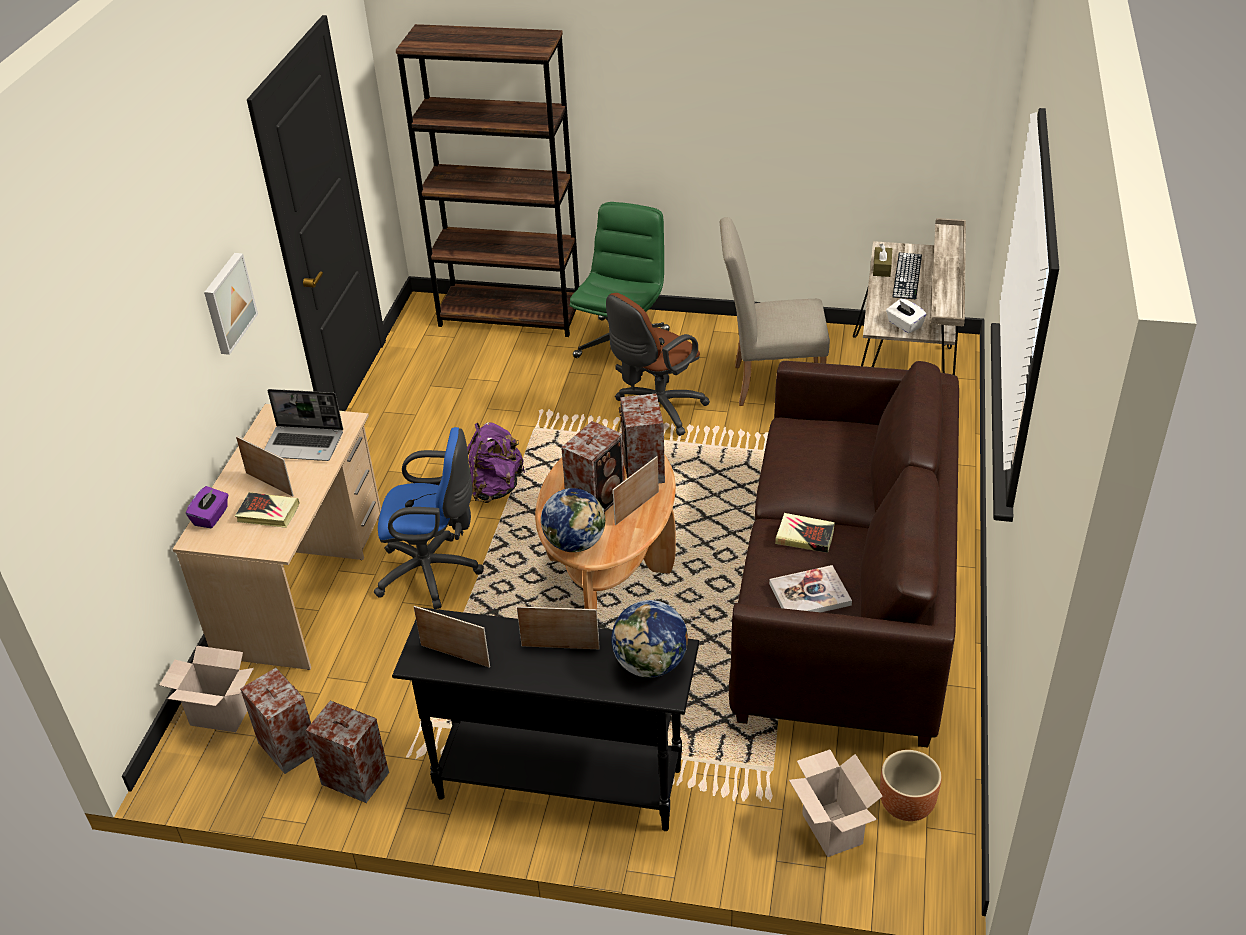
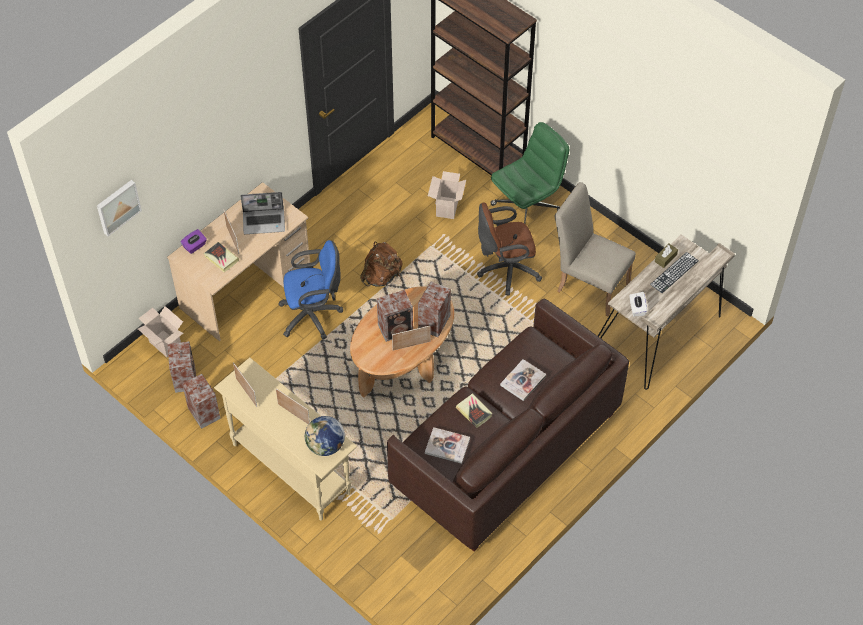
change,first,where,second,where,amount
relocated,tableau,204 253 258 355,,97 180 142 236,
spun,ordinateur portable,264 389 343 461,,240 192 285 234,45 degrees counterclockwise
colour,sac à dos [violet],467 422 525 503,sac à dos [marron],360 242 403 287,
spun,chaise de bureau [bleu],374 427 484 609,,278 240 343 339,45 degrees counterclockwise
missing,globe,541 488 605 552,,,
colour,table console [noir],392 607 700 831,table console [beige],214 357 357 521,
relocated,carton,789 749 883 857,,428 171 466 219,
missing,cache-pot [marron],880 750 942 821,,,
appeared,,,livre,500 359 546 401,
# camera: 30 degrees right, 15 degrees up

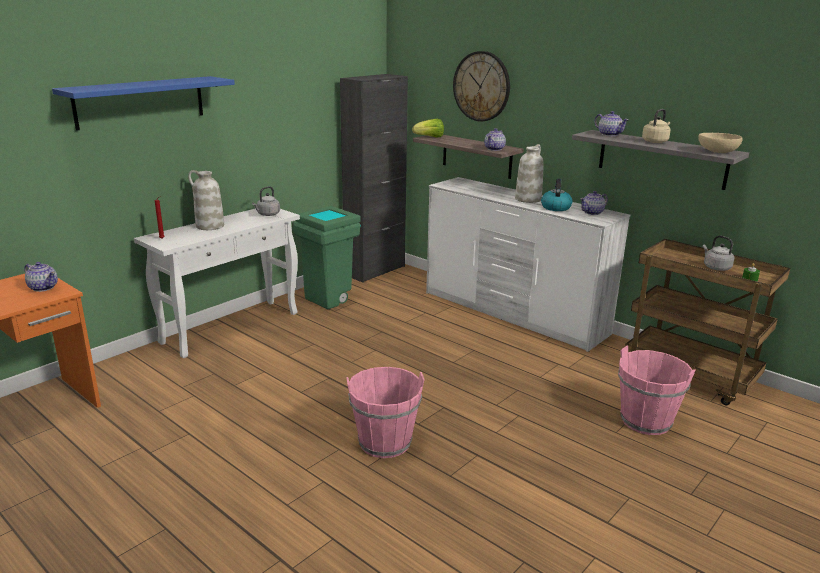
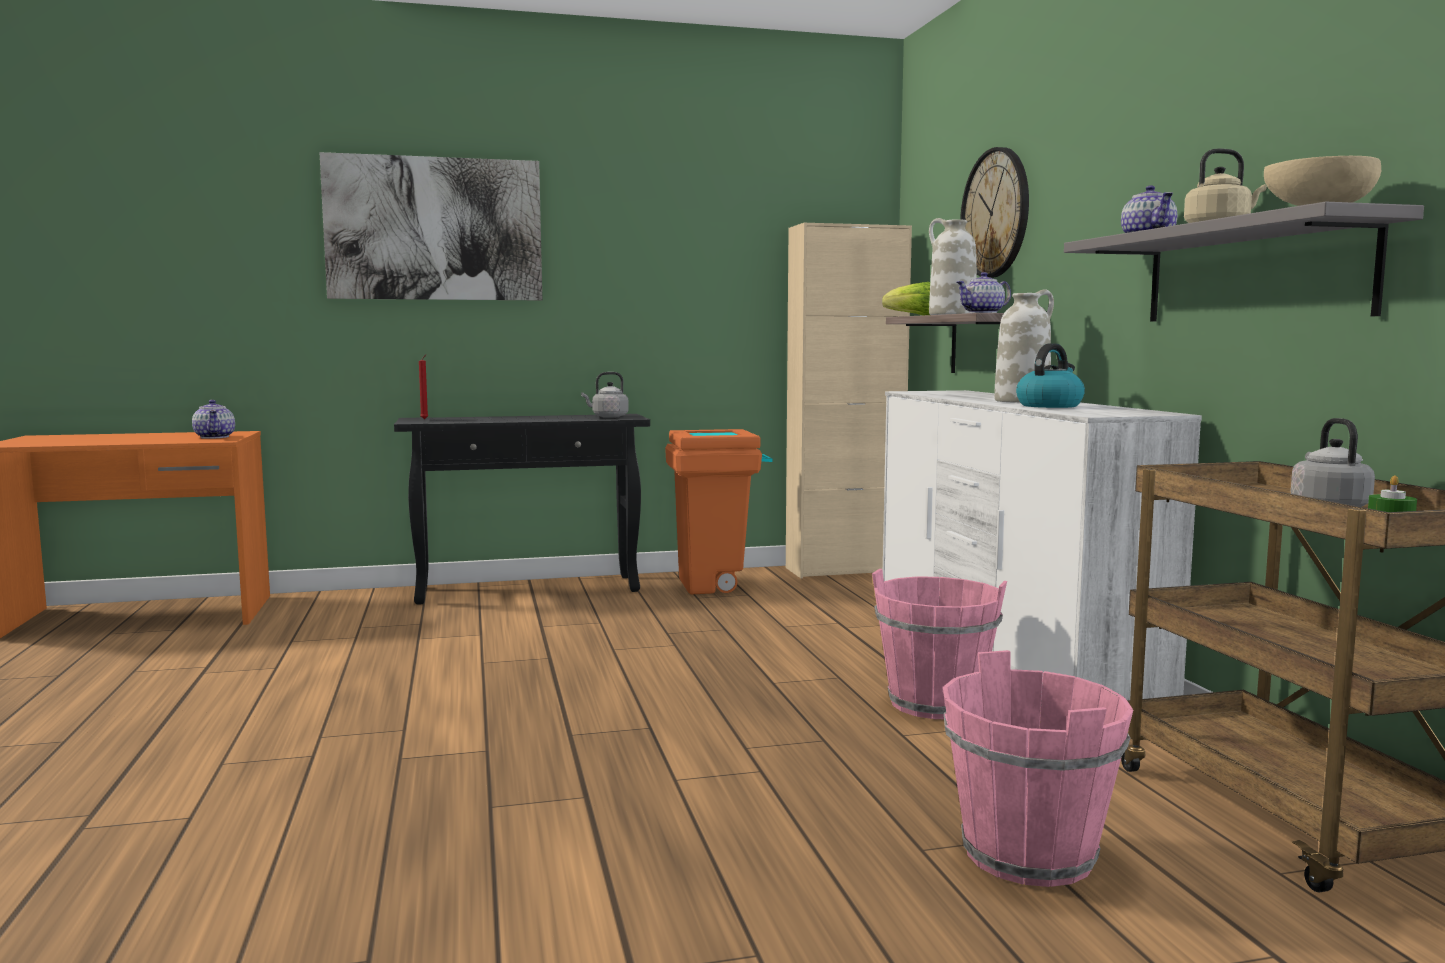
change,first,where,second,where,amount
colour,meuble de rangement [noir],340 74 408 283,meuble de rangement [beige],786 222 912 578,
exchanged,étagère [bleu],52 76 235 131,tableau,319 152 542 300,
relocated,vase [blanc],188 170 224 230,,929 218 977 315,
missing,théière,580 191 608 215,,,
colour,poubelle [vert],293 206 361 309,poubelle [orange],665 429 773 594,
colour,table console [blanc],134 209 300 358,table console [noir],394 414 650 605,
relocated,seau [rose],346 367 425 458,,872 569 1007 719,
# camera: 35 degrees right, 15 degrees down

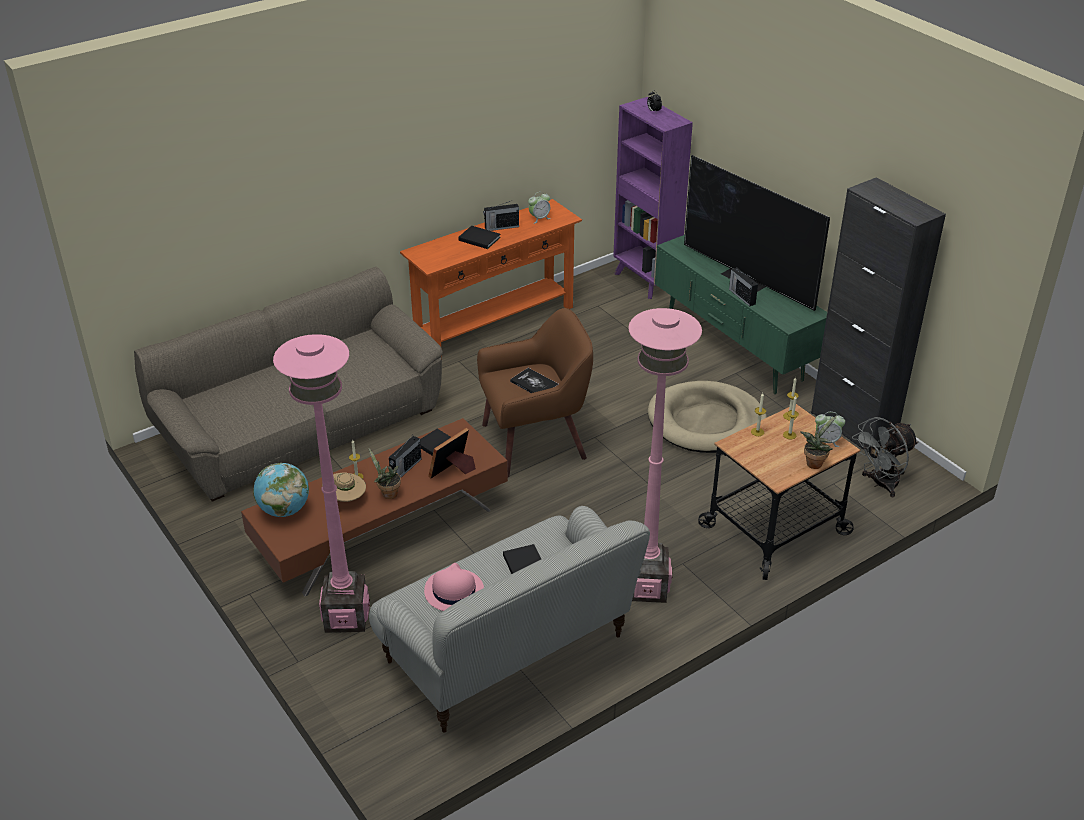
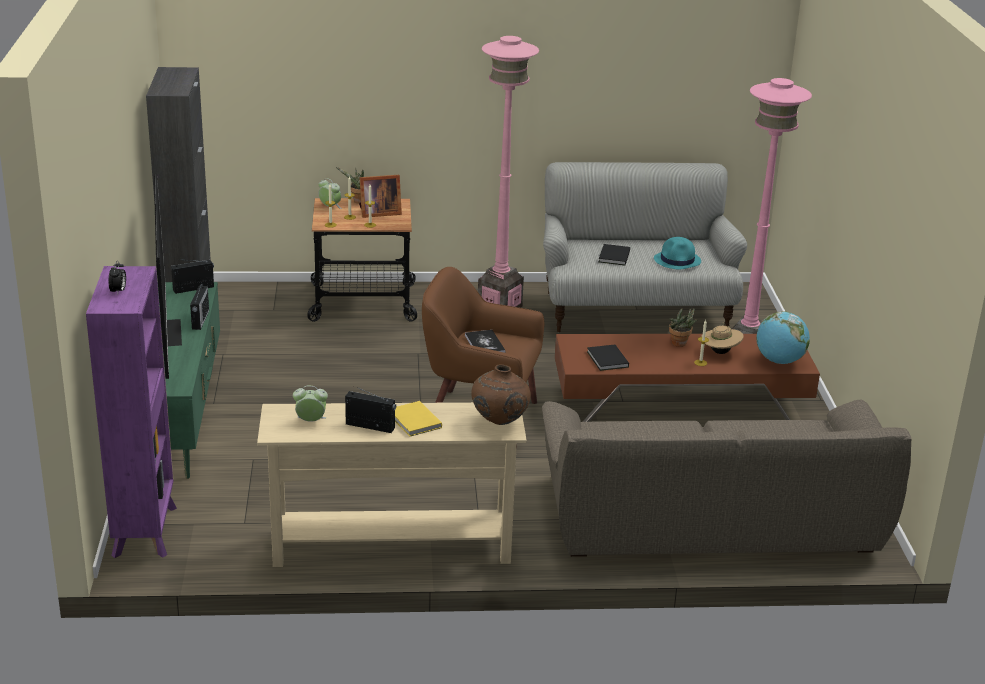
change,first,where,second,where,amount
colour,table console [orange],400 199 582 346,table console [beige],257 402 527 567,
colour,livre [noir],458 226 501 249,livre [jaune],395 401 442 437,
missing,panier pour chien [beige],648 381 767 453,,,
missing,ventilateur [gris],852 417 918 498,,,
relocated,cadre photo,428 428 476 479,,359 175 402 218,
relocated,radio,389 436 422 477,,171 259 214 294,
colour,chapeau [rose],424 563 484 611,chapeau [turquoise],654 237 701 269,
appeared,,,vase [marron],471 364 531 425,
# camera: 150 degrees left, 10 degrees down

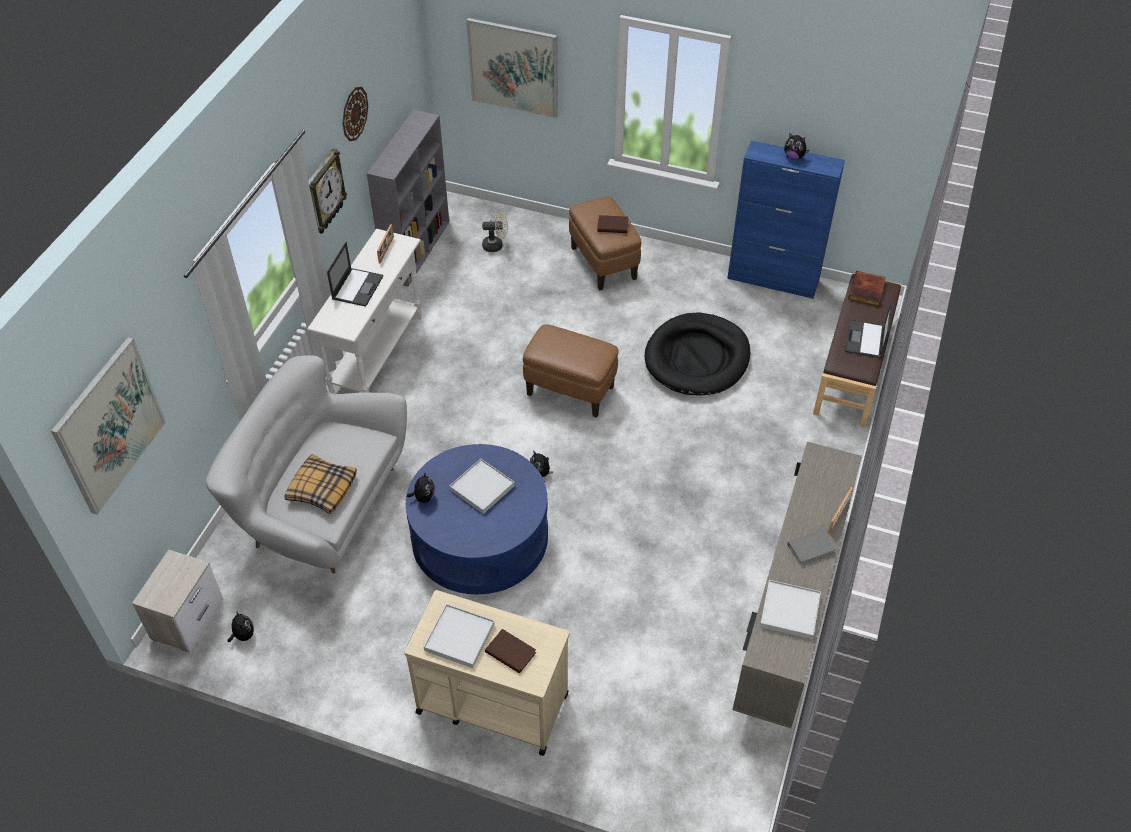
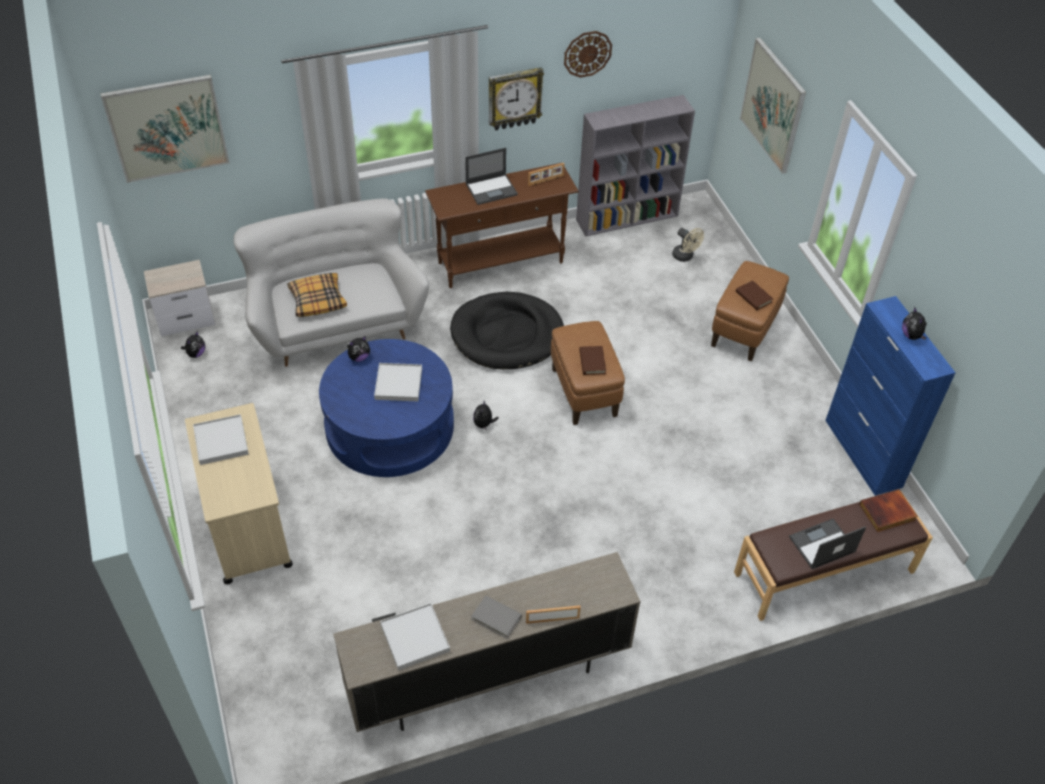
change,first,where,second,where,amount
colour,table console [blanc],307 229 421 394,table console [marron],425 163 579 288,
relocated,panier pour chien [noir],645 312 750 395,,450 292 564 369,
relocated,livre [marron],485 629 536 674,,579 346 606 375,
# camera: 50 degrees right, 0 degrees up

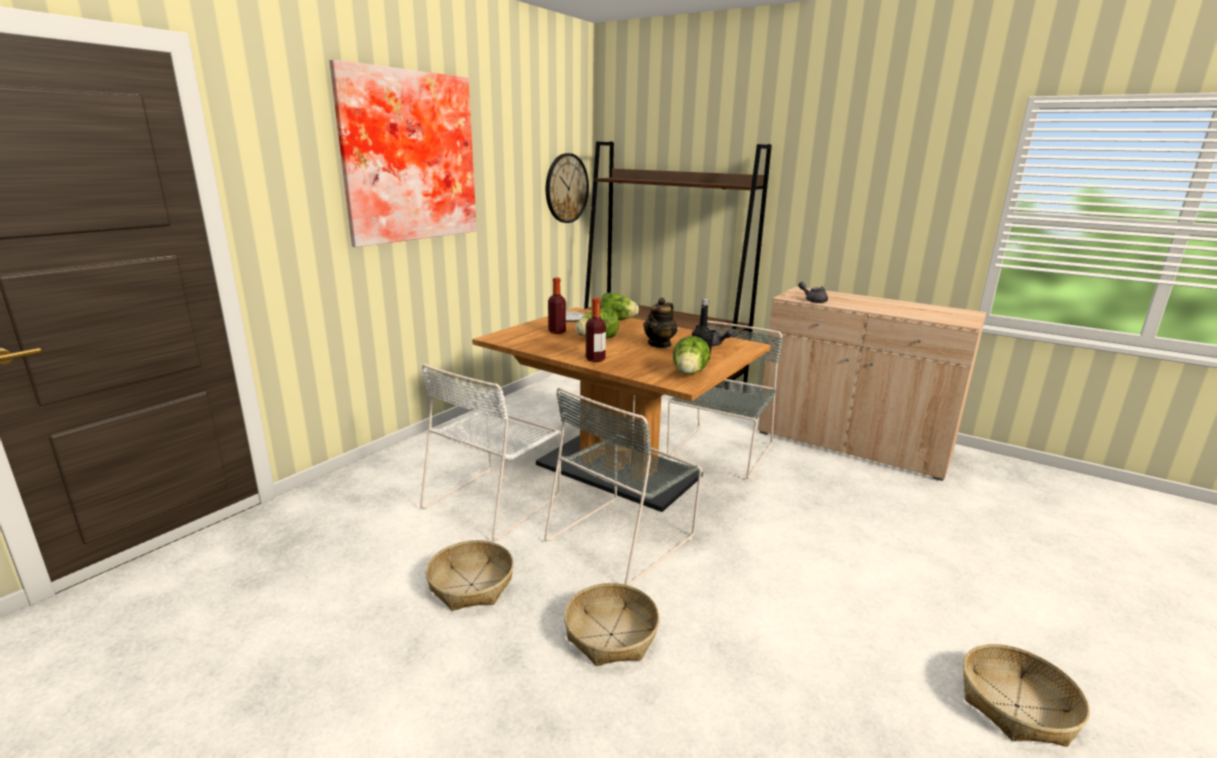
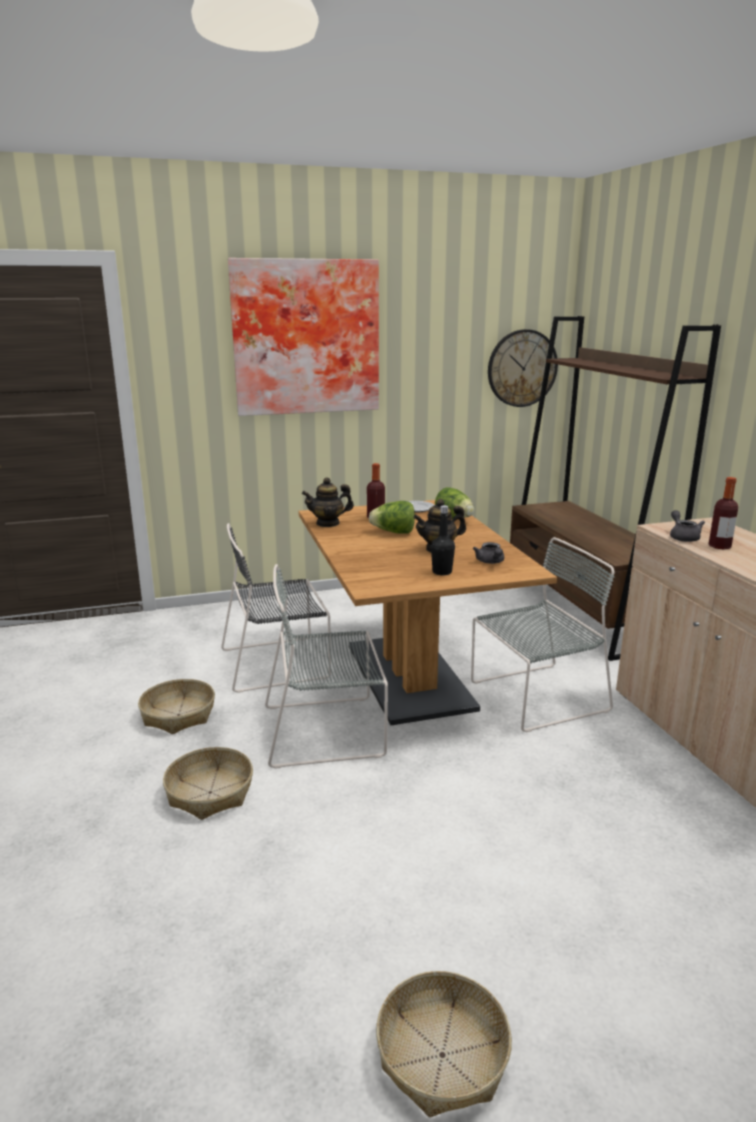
change,first,where,second,where,amount
relocated,bouteille,586 298 606 362,,709 477 738 549,
missing,laitue,673 336 710 375,,,
colour,chaise [blanc],420 364 561 541,chaise [noir],221 523 331 693,
appeared,,,théière,302 477 354 527,
# camera: 40 degrees right, 0 degrees up

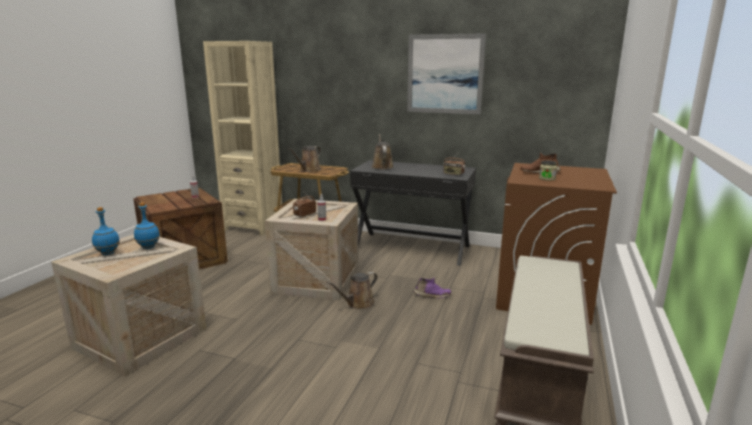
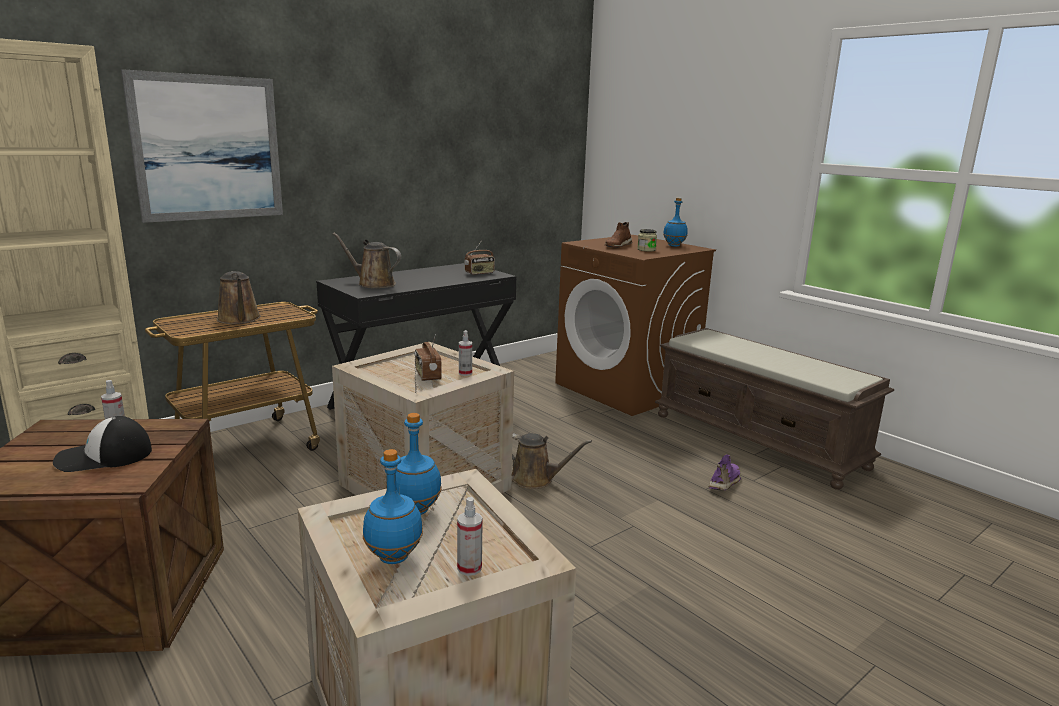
change,first,where,second,where,amount
relocated,tableau,407 34 486 114,,121 69 283 223,
spun,arrosoir [marron],327 272 377 309,,511 433 592 489,60 degrees counterclockwise
relocated,chaussure [violet],414 278 451 298,,708 454 741 490,
appeared,,,bouteille [bleu],663 198 688 247,
appeared,,,casquette,53 416 152 472,
appeared,,,vaporisateur,457 497 483 576,
# camera: 60 degrees left, 0 degrees up

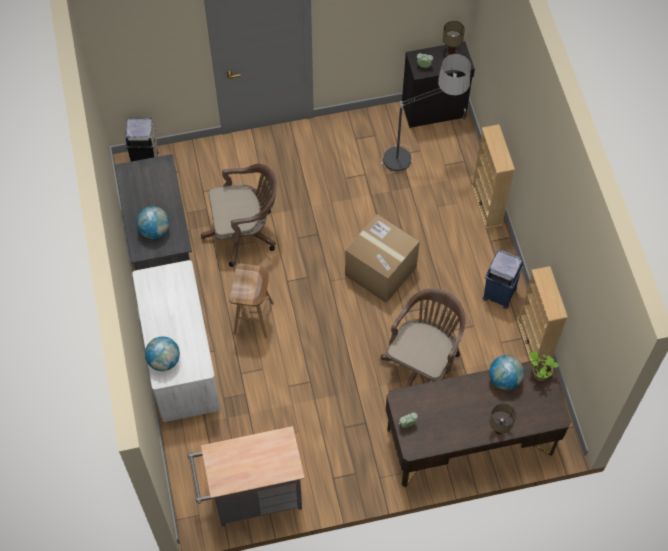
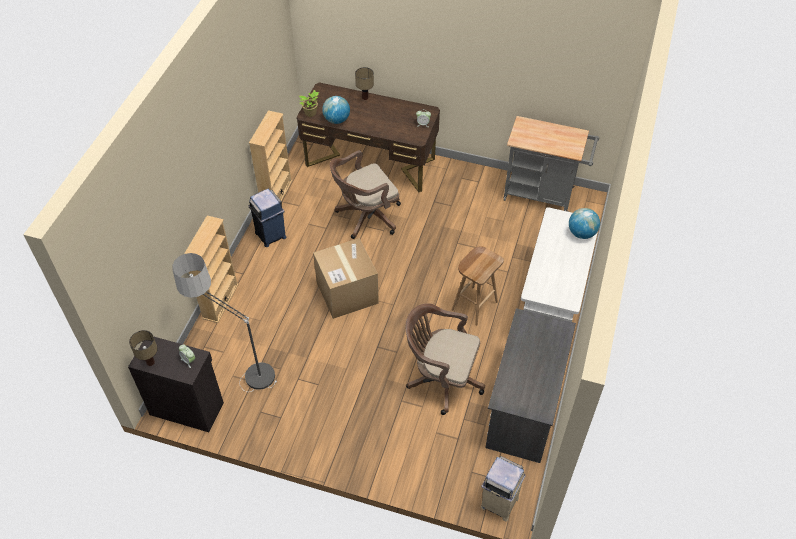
change,first,where,second,where,amount
missing,globe,136 206 169 239,,,
# camera: 150 degrees left, 10 degrees down

